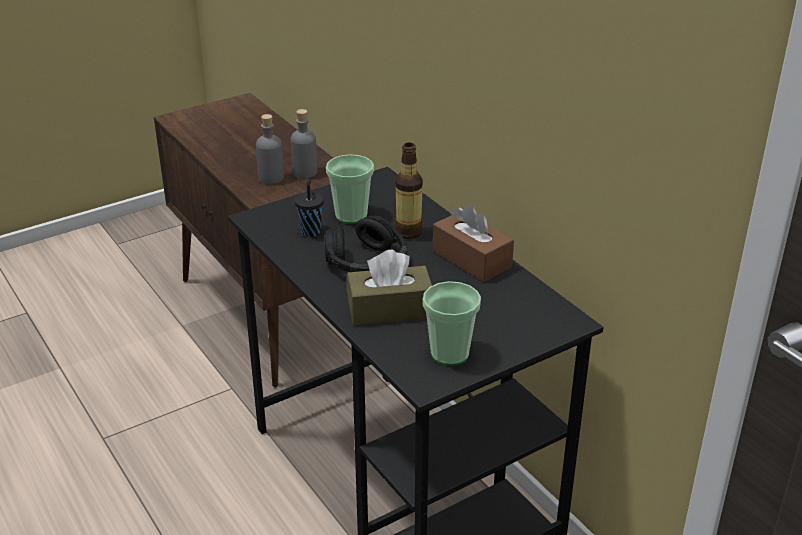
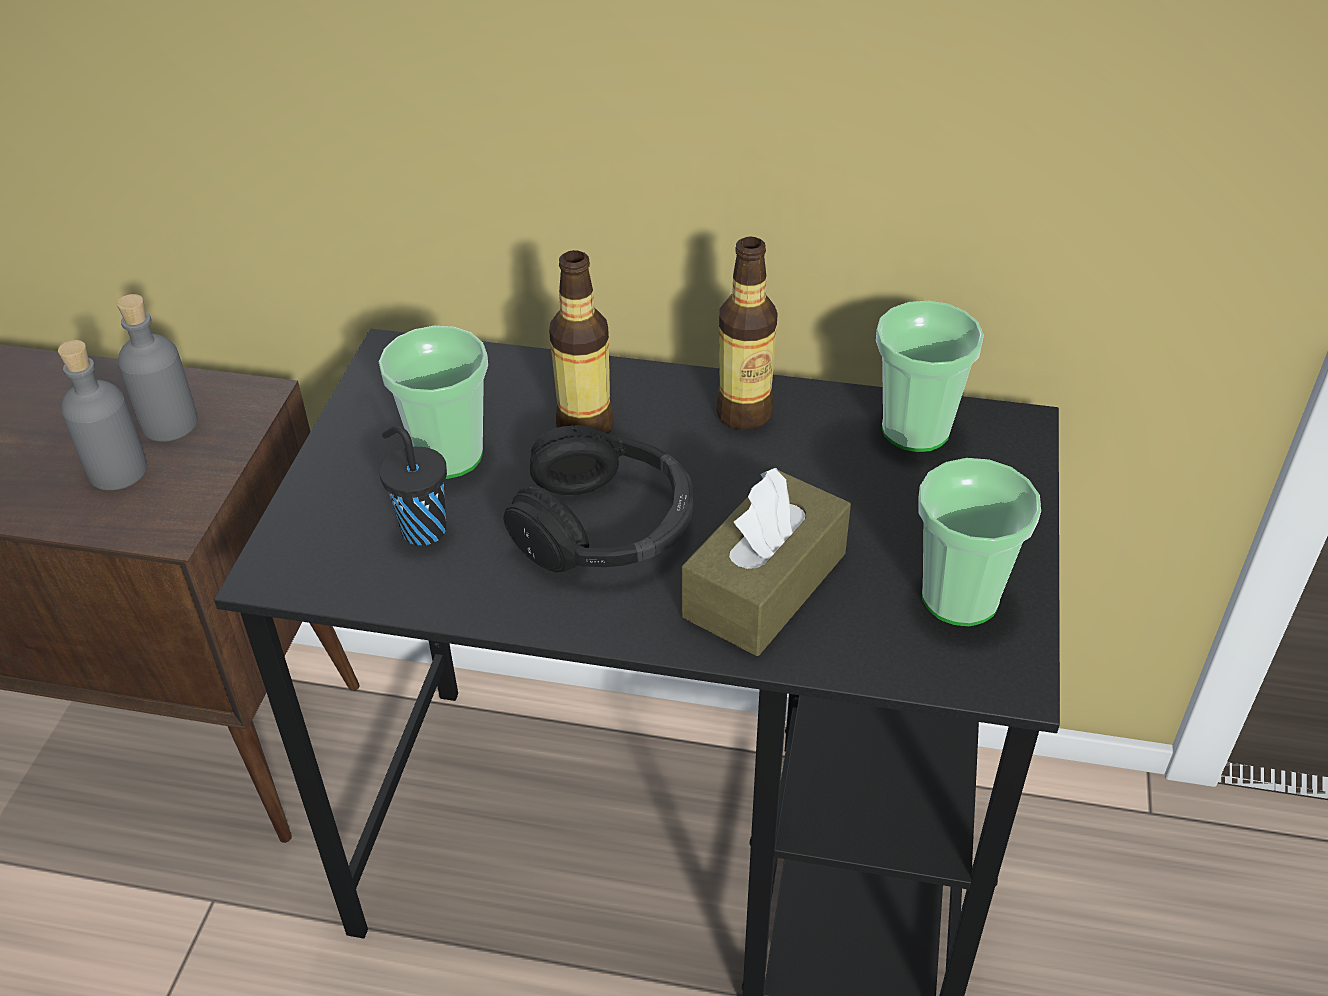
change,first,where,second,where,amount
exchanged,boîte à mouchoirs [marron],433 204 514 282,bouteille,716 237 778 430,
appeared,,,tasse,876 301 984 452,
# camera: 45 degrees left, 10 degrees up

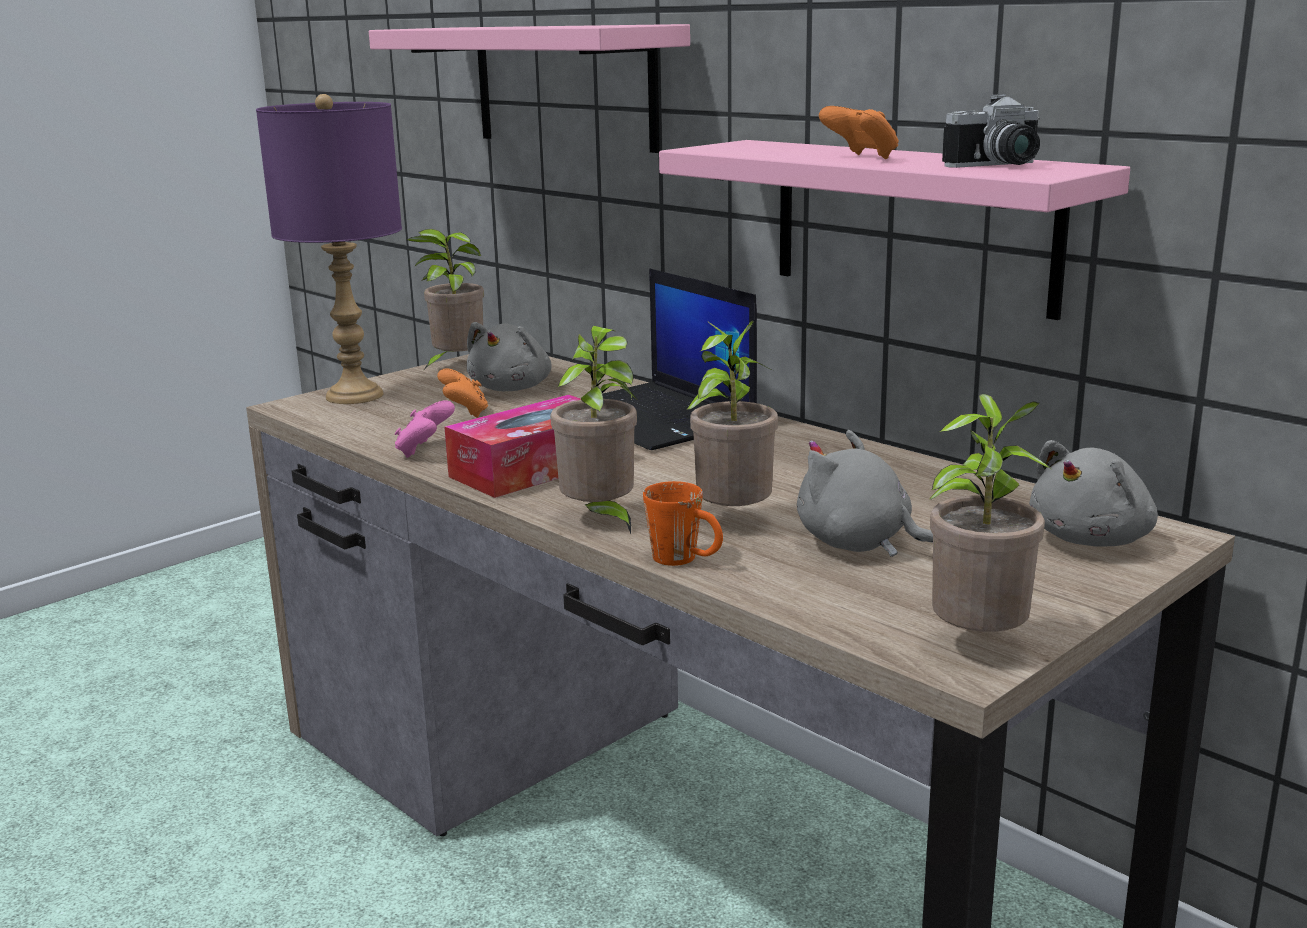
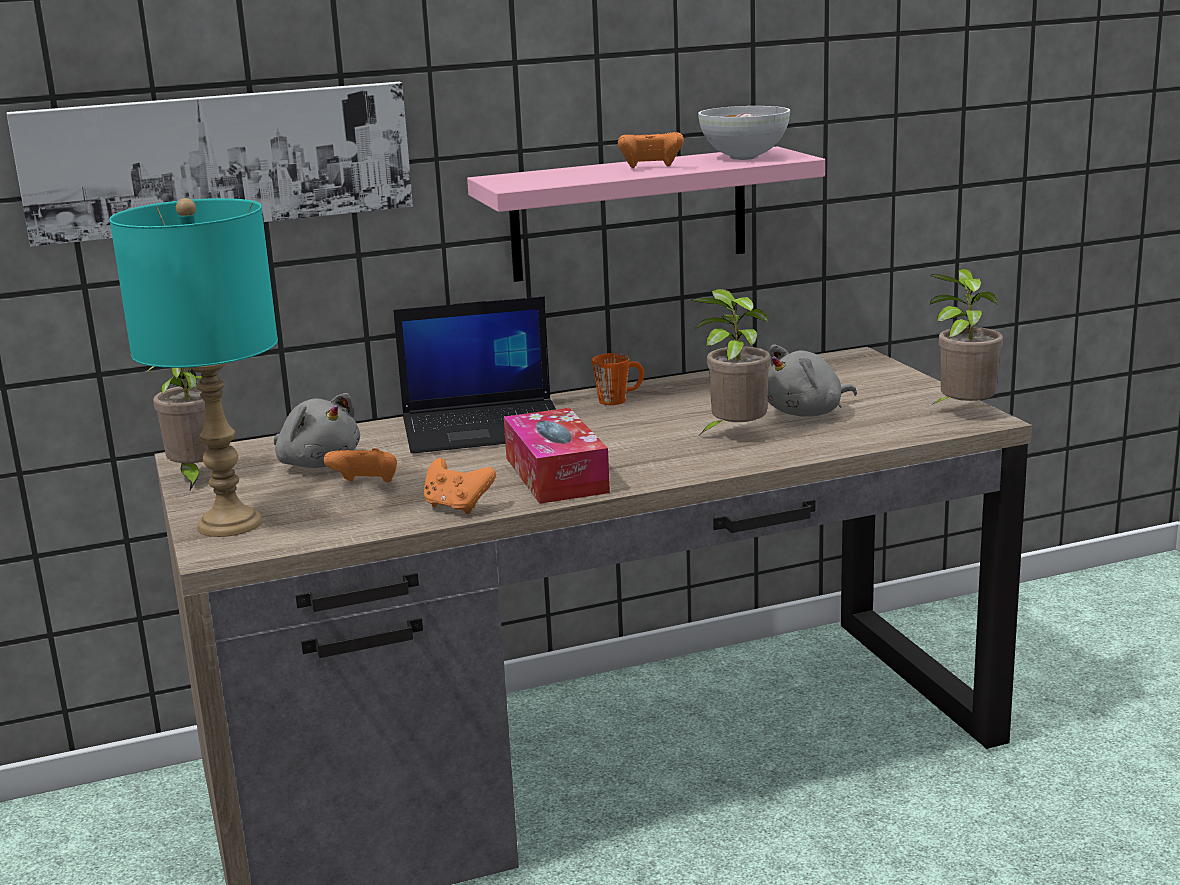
change,first,where,second,where,amount
exchanged,étagère [rose],369 24 690 153,tableau,7 82 413 247,
colour,lampe de table [violet],256 94 402 404,lampe de table [turquoise],109 198 278 537,
exchanged,appareil photo,942 94 1040 168,bol,698 106 790 160,
missing,plante en pot,550 326 637 534,,,
colour,manette [rose],395 400 455 458,manette [orange],424 458 496 514,
missing,peluche [gris],1029 440 1158 546,,,
relocated,mug [orange],643 481 723 566,,592 353 644 405,
# camera: 65 degrees left, 0 degrees up

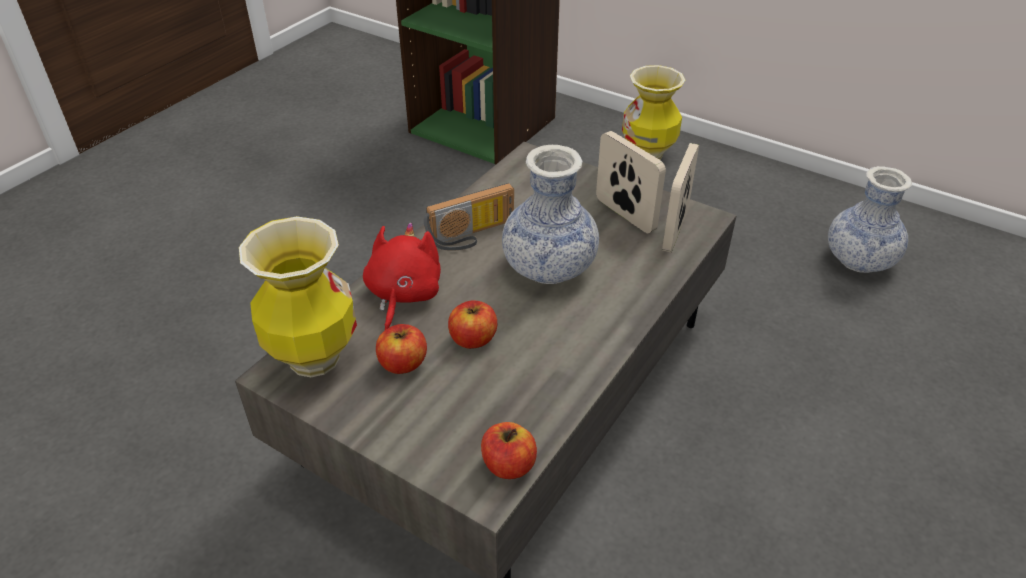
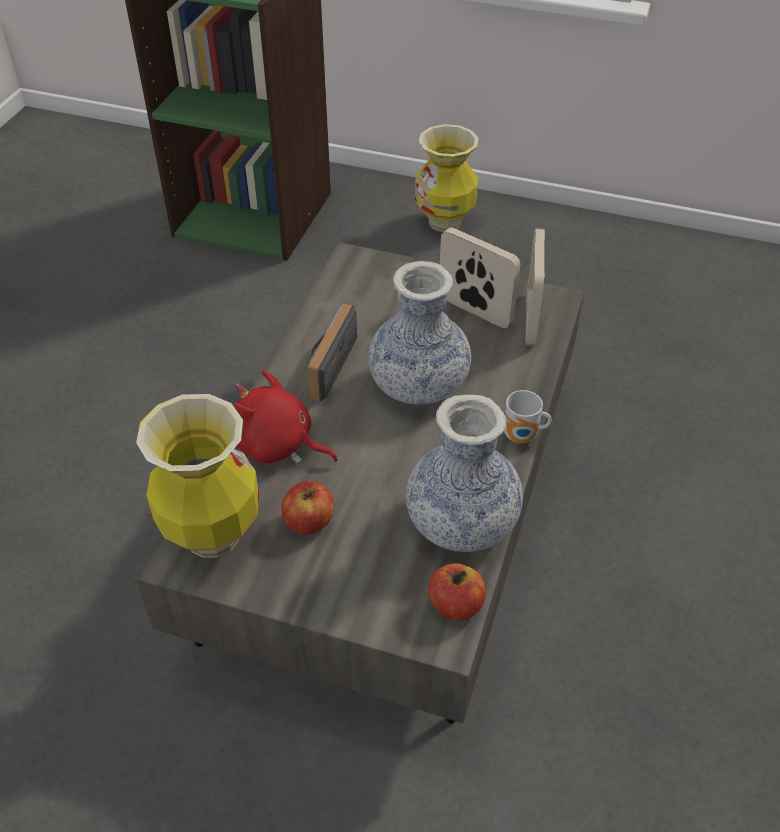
change,first,where,second,where,amount
relocated,vase,828 166 912 273,,406 395 523 552,
spun,radio,424 183 514 251,,308 304 357 402,150 degrees clockwise
spun,peluche [rouge],363 222 441 330,,234 370 338 464,60 degrees counterclockwise
missing,pomme,448 300 497 349,,,
appeared,,,mug,504 390 552 443,
# camera: 15 degrees left, 5 degrees up

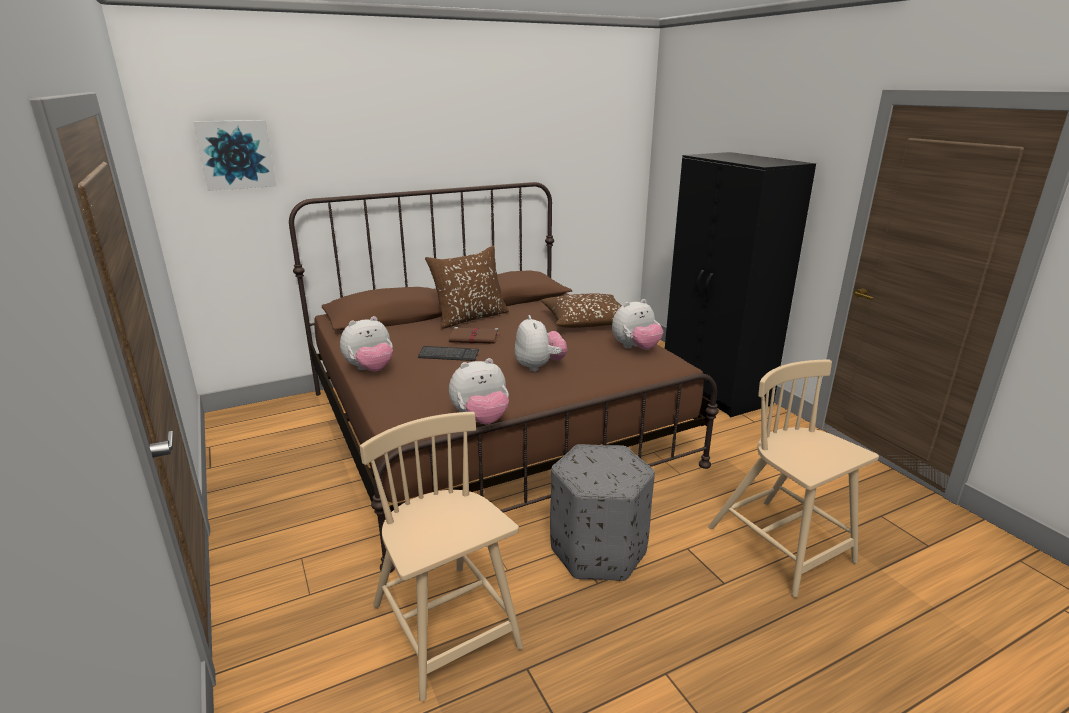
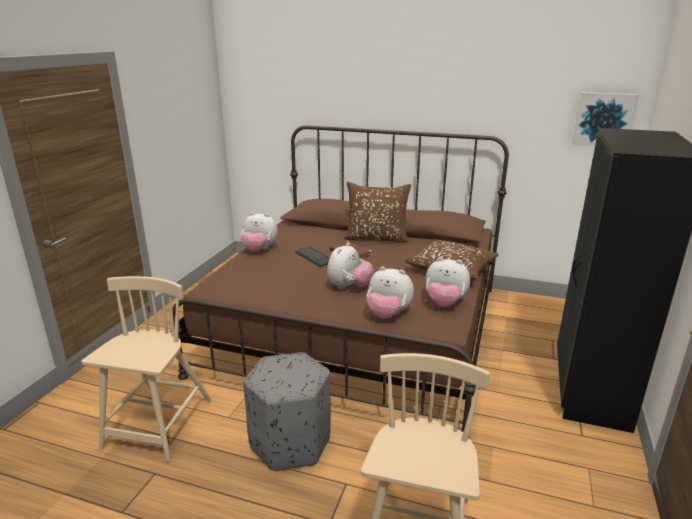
change,first,where,second,where,amount
relocated,tableau,194 120 276 191,,572 92 639 146,
relocated,peluche,449 358 509 424,,367 266 414 319,
# camera: 45 degrees right, 0 degrees up

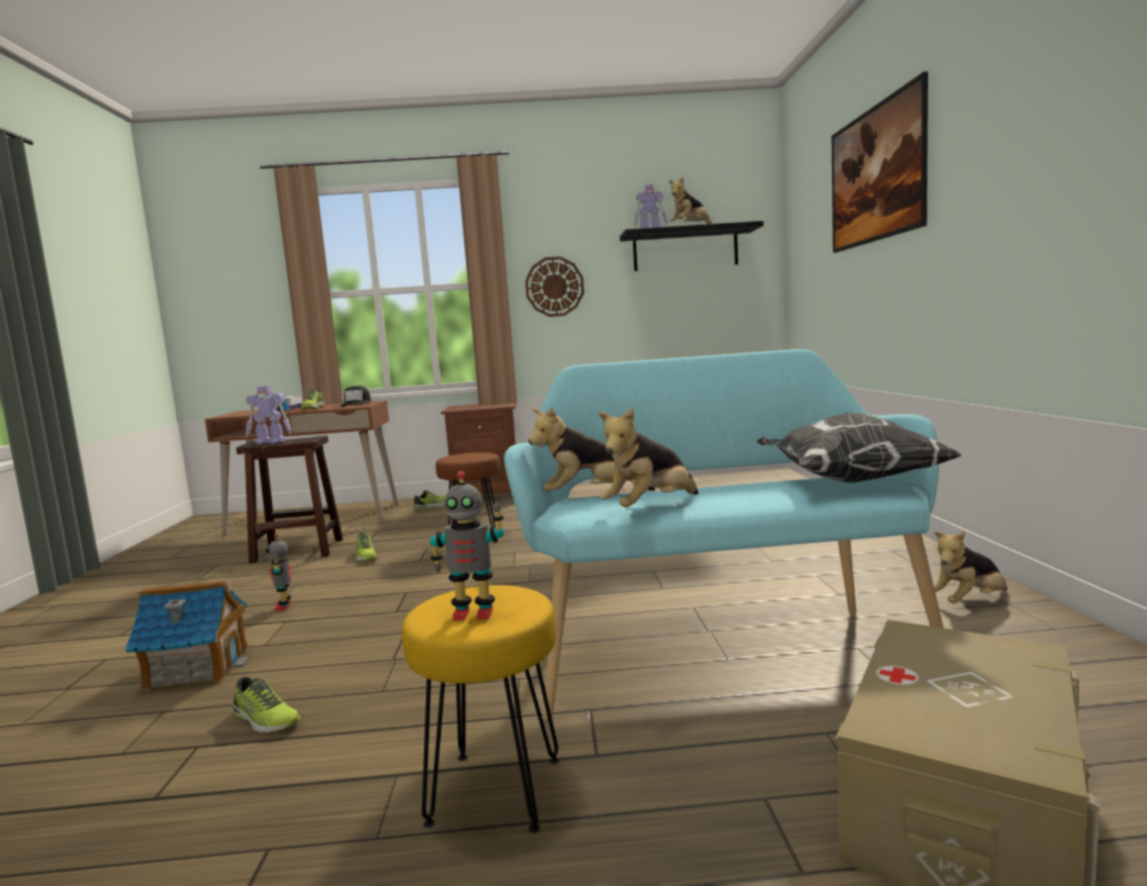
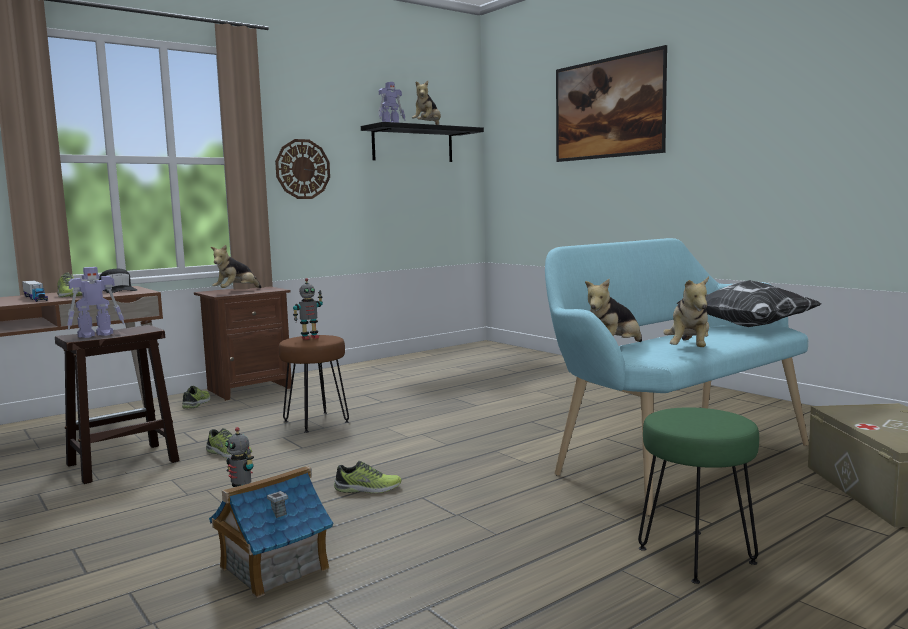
change,first,where,second,where,amount
relocated,robot jouet,430 471 504 621,,293 278 323 340,
relocated,peluche,934 531 1007 604,,211 245 261 288,
colour,tabouret [jaune],402 585 559 833,tabouret [vert],638 407 759 584,
relocated,chaussure,233 677 301 733,,334 461 401 493,
# camera: 35 degrees left, 0 degrees up

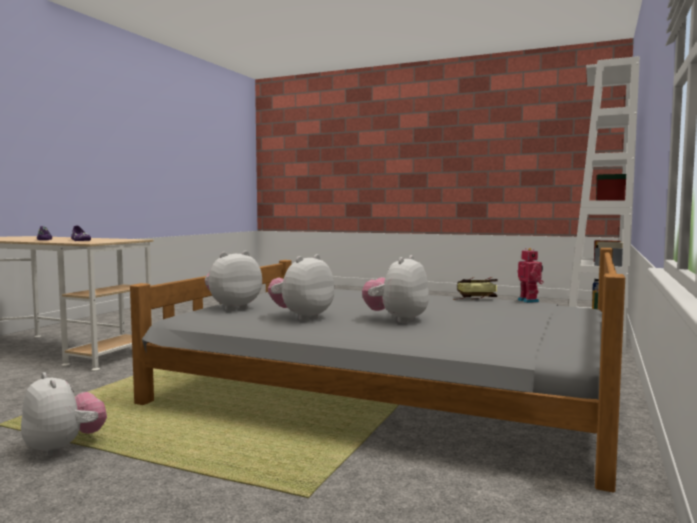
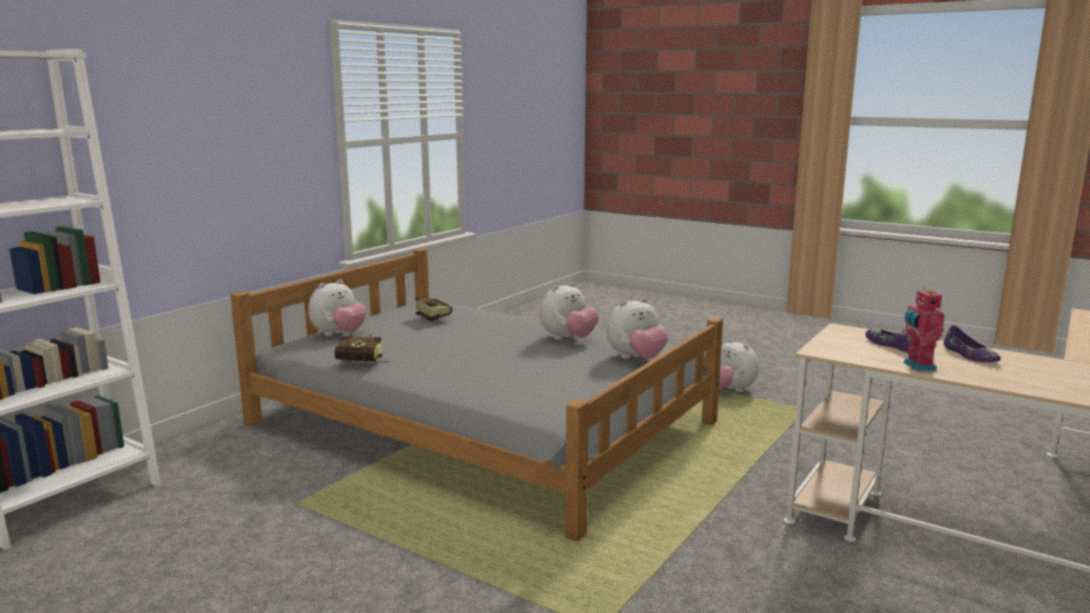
change,first,where,second,where,amount
relocated,robot jouet,518 248 544 303,,902 287 945 371,
relocated,peluche,362 255 429 323,,308 279 367 336,
appeared,,,livre,415 297 452 321,
# camera: 170 degrees left, 10 degrees up

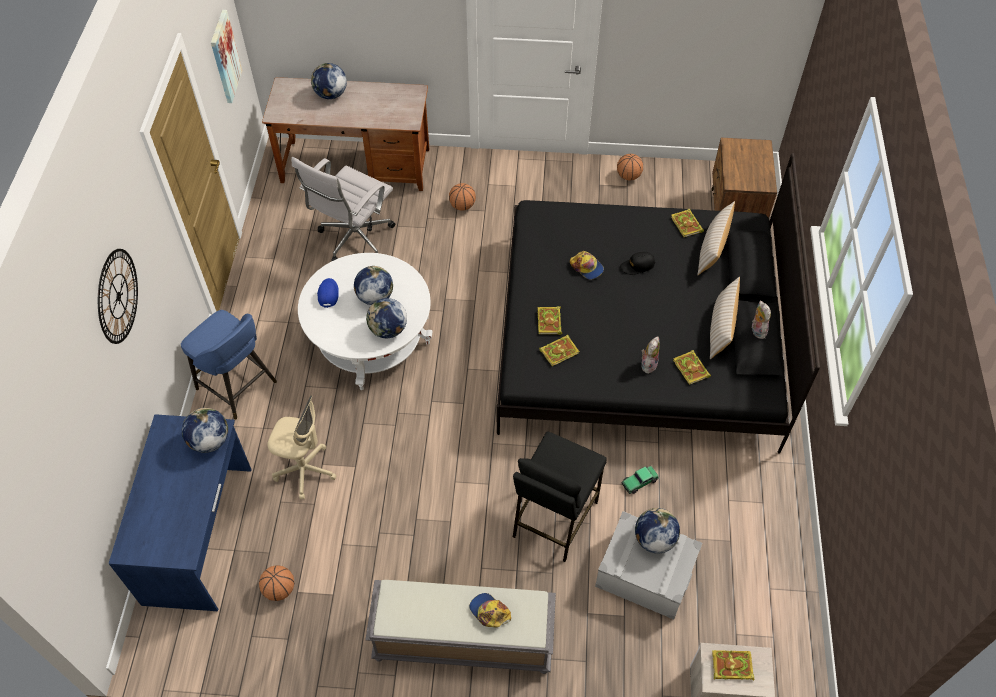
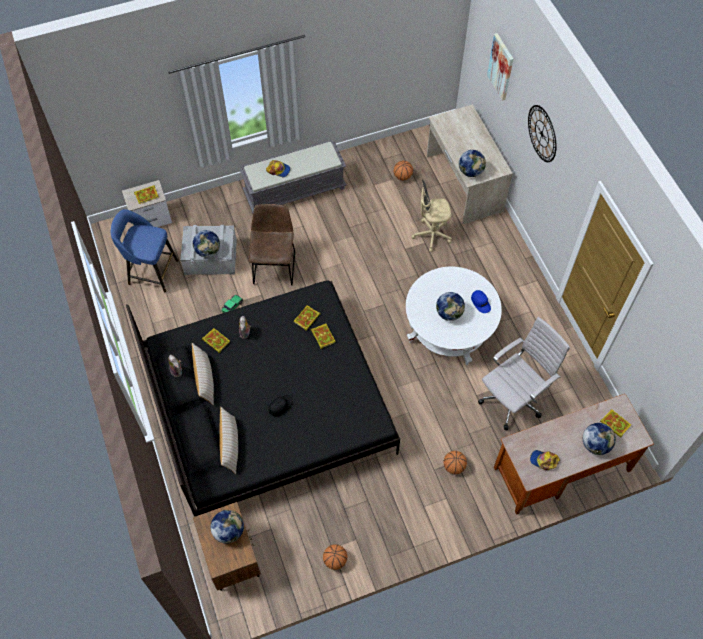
change,first,where,second,where,amount
relocated,tableau,211 10 243 103,,487 33 513 100,
spun,chaise de bureau [blanc],291 157 395 261,,478 317 570 430,45 degrees clockwise
relocated,livre,671 209 704 237,,600 409 631 438,
relocated,casquette,570 251 604 280,,530 450 560 470,
relocated,globe,366 298 407 338,,211 510 244 544,
relocated,tabouret [bleu],181 310 277 419,,111 209 178 292,
colour,bureau [bleu],108 414 252 611,bureau [beige],427 104 513 224,
exchanged,tabouret [noir],513 431 607 562,chaise [marron],249 204 295 285,
# camera: 155 degrees right, 5 degrees up

